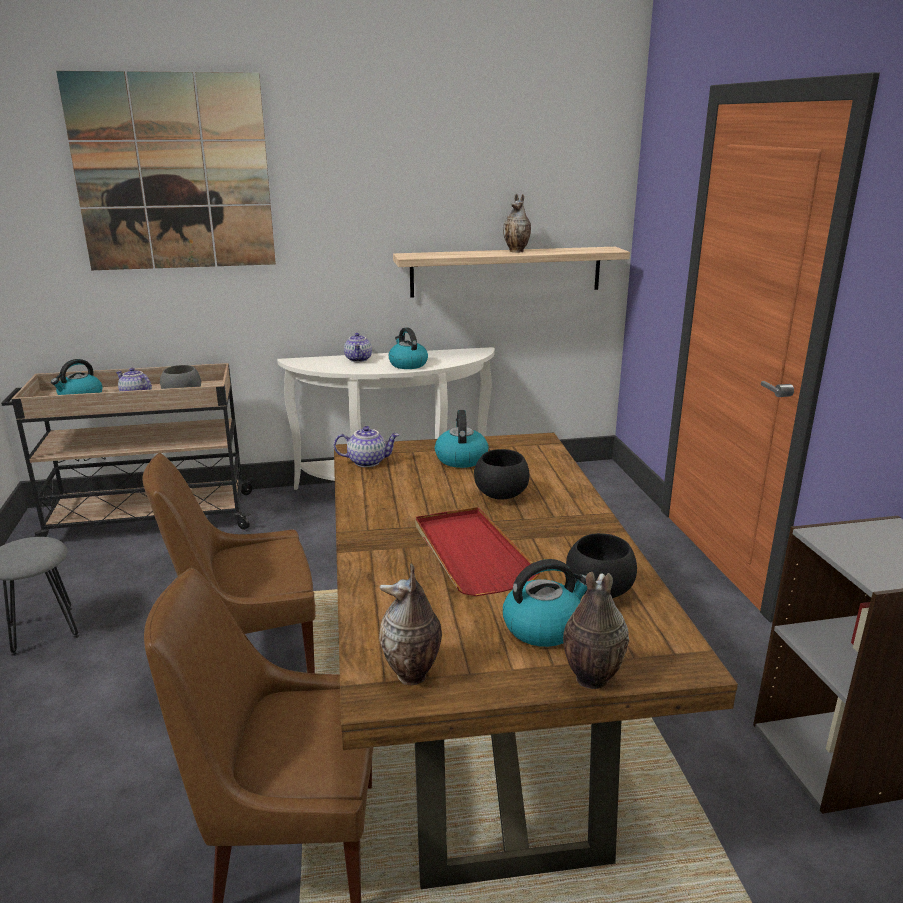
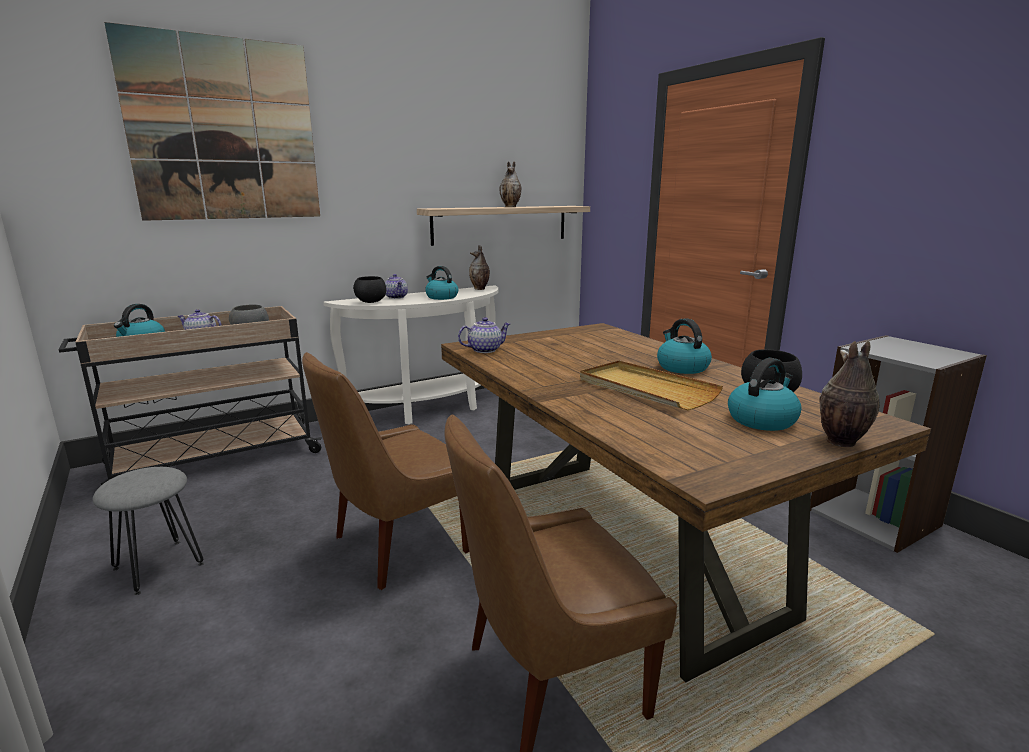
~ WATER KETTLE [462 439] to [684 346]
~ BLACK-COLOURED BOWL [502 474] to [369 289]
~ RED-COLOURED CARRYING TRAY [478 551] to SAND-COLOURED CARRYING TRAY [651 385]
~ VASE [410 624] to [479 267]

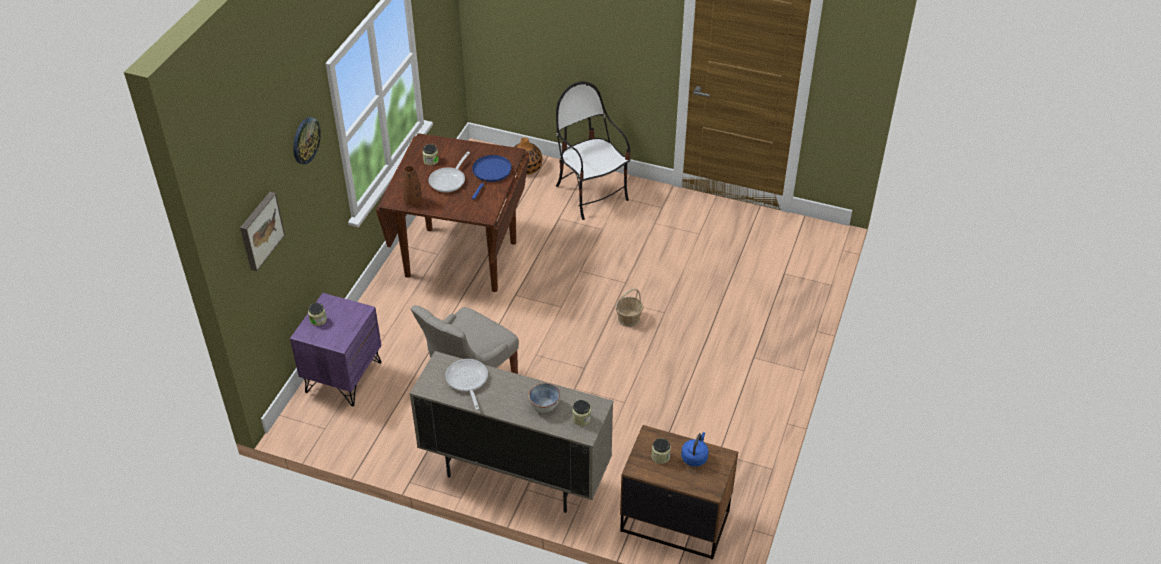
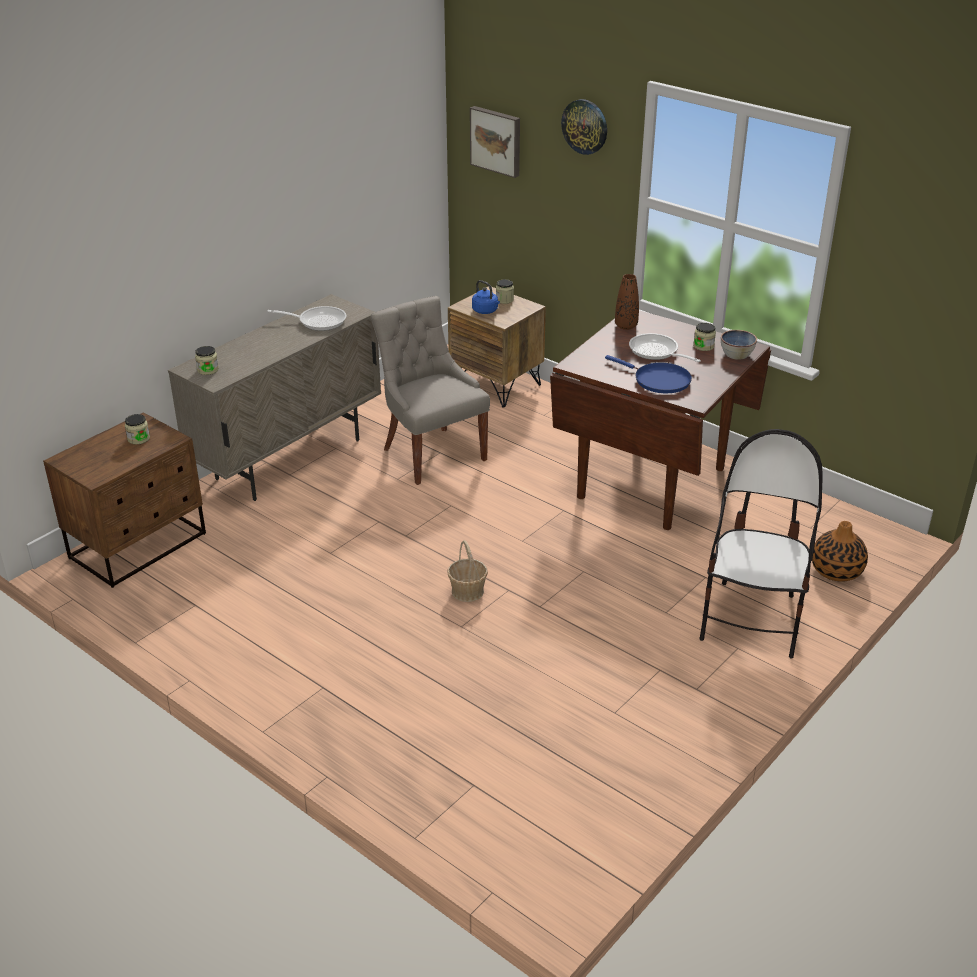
~ UPRIGHT CHAIR [593 150] = [761 543] 60 degrees counterclockwise
~ PURPLISH NIGHT TABLE [336 349] to BROWNISH NIGHT TABLE [497 347]
~ BOWL [544 398] to [739 345]
~ BLUE WATER KETTLE [695 449] to [486 297]

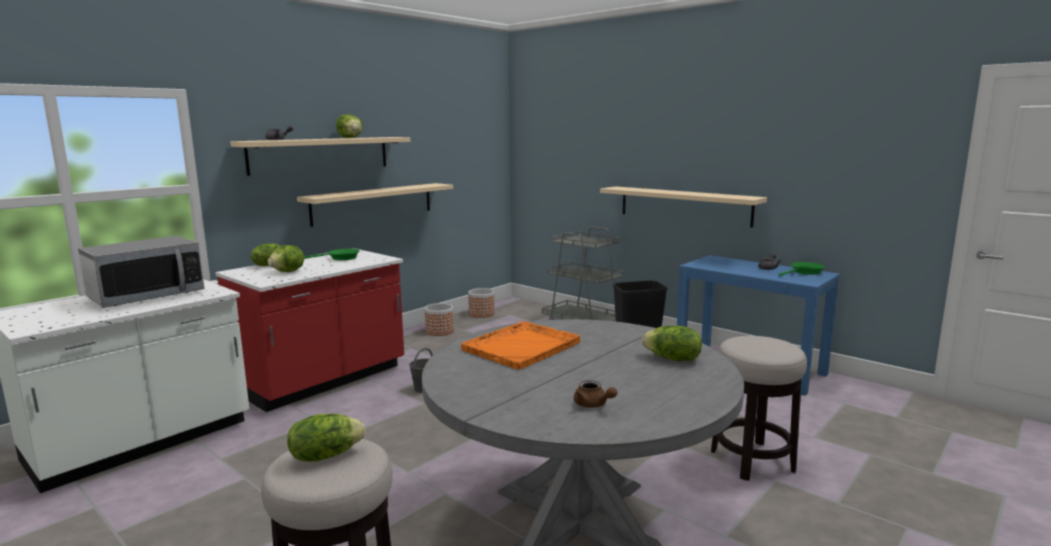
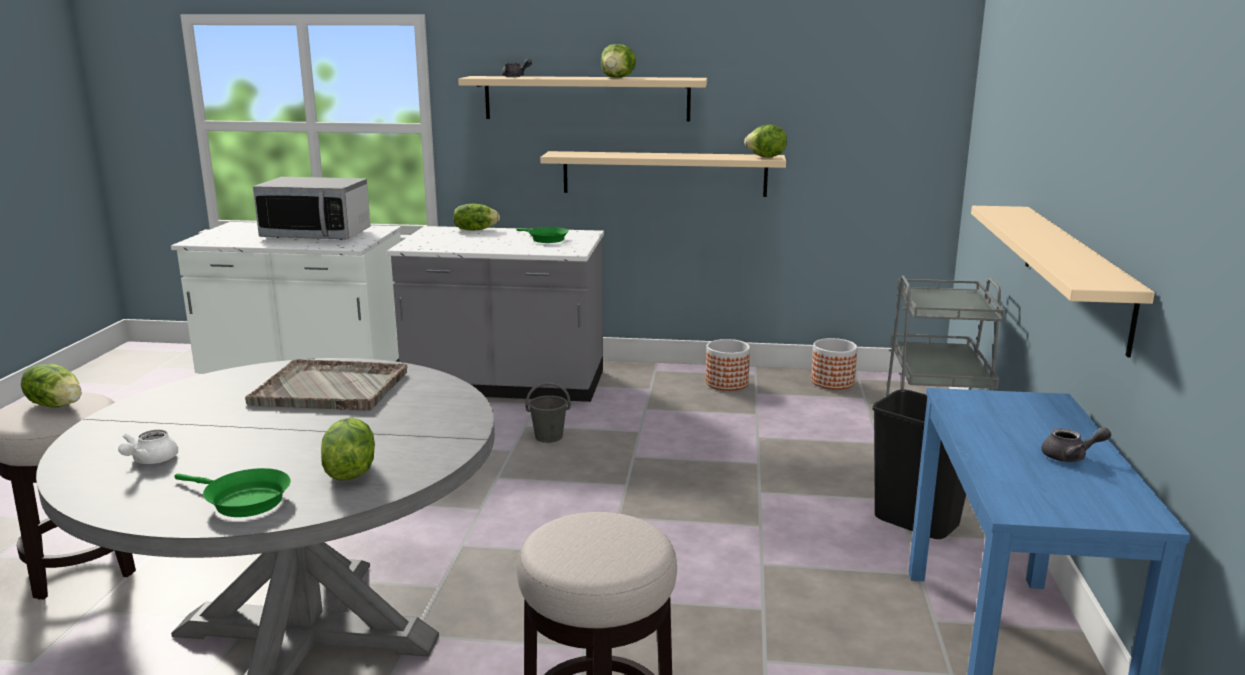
~ LETTUCE HEAD [286 258] to [765 141]
~ RED-COLOURED COUNTER [310 330] to GREY COUNTER [495 314]
~ GREEN-COLOURED FRYING PAN [802 269] to [232 492]
~ ORANGE-COLOURED CARRYING TRAY [520 345] to GREY CARRYING TRAY [326 384]
~ BROWNISH TEAPOT [596 394] to WHITE TEAPOT [148 446]

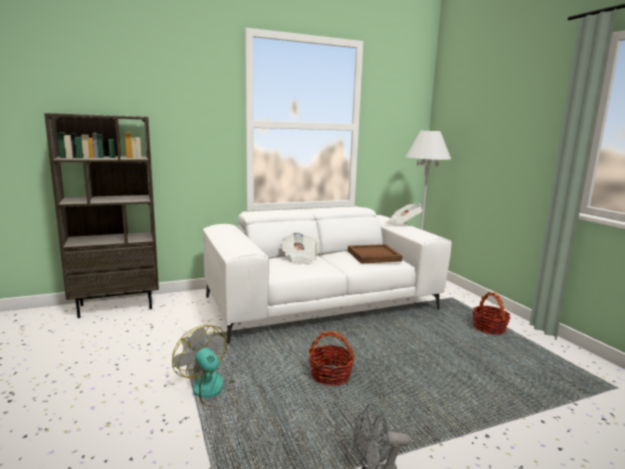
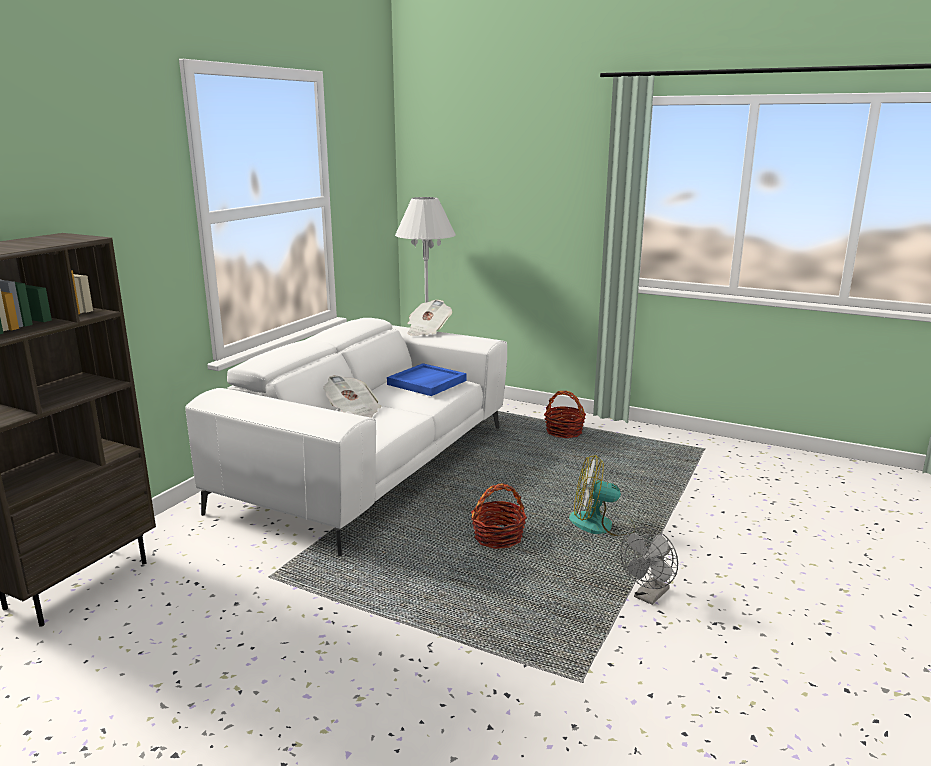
~ BROWNISH CARRYING TRAY [375 254] to BLUE CARRYING TRAY [426 379]
~ COOLING FAN [208 366] to [602 495]

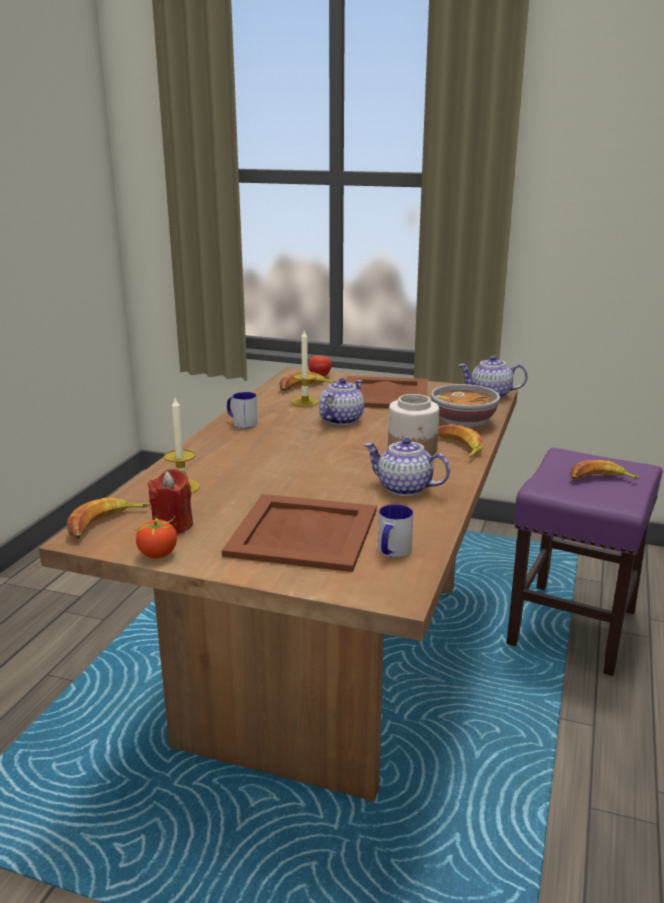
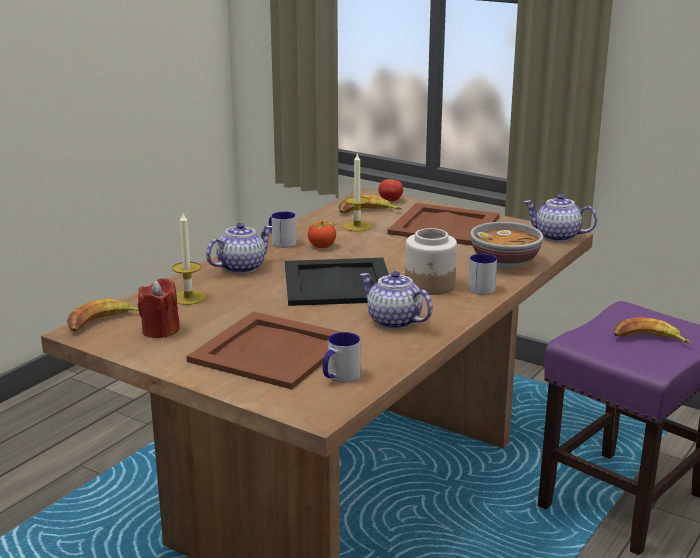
~ TEAPOT [341 401] to [239 248]
~ BANANA FRUIT [460 441] to COFFEE MUG [482 274]
~ FRESH TOMATO [156 537] to [322 234]
+ BLACK-COLOURED CARRYING TRAY [337 282]

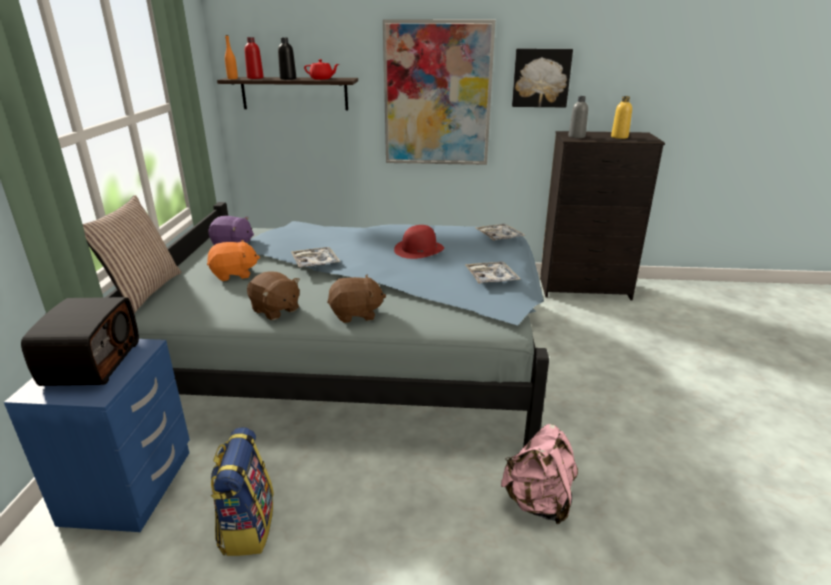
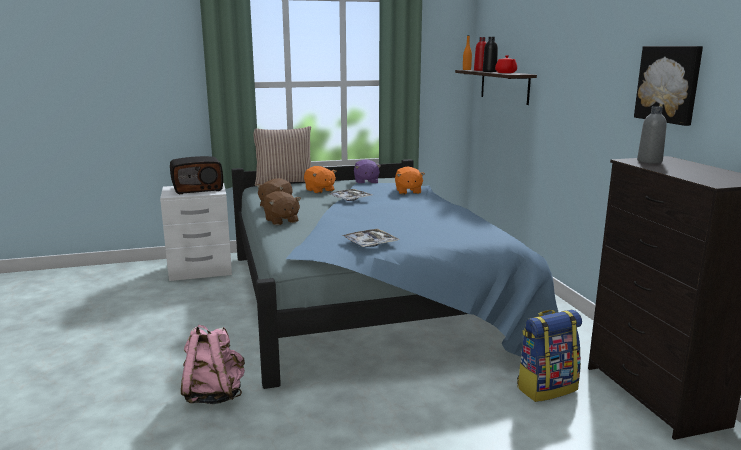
- PICTURE [439 92]
- YELLOW DRINK BOTTLE [621 117]
- CARRYING TRAY [501 232]
- RED-COLOURED WEARABLE HAT [419 242]
~ BLUE NIGHT TABLE [97 435] to WHITE NIGHT TABLE [196 232]
~ KNAPSACK [242 491] to [549 356]
+ ORANGE-COLOURED PLUSH TOY [410 180]

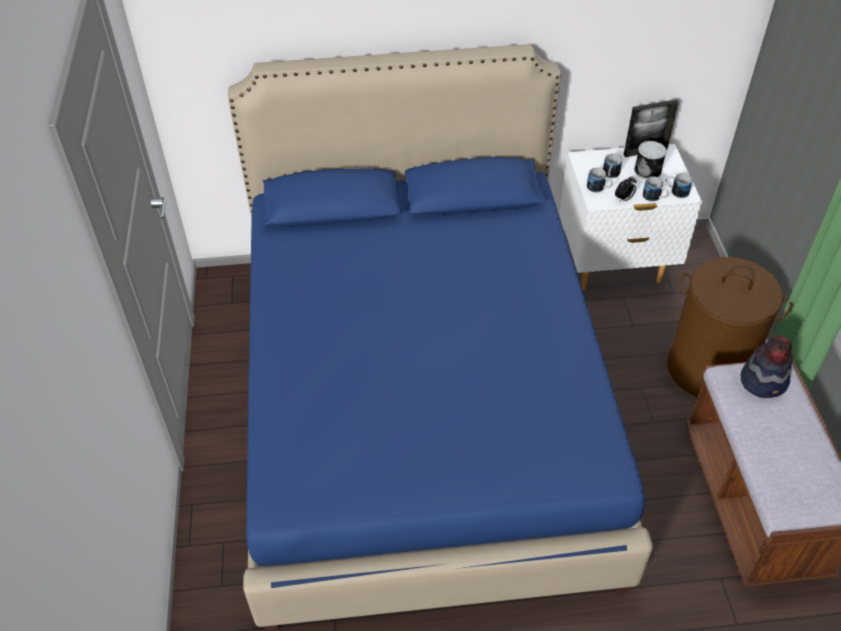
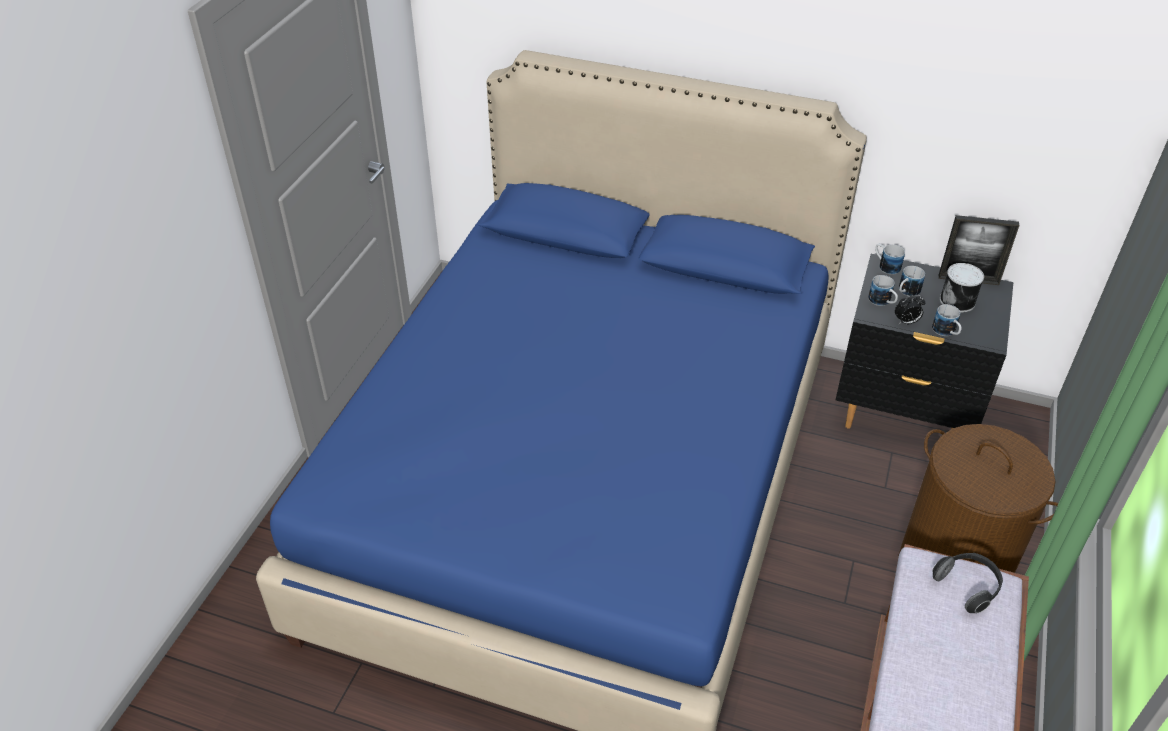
~ WHITE NIGHT TABLE [630 217] to BLACK-COLOURED NIGHT TABLE [924 341]
~ COFFEE MUG [679 185] to [890 259]
~ WEARABLE HAT [767 366] to HEADPHONES [967 583]

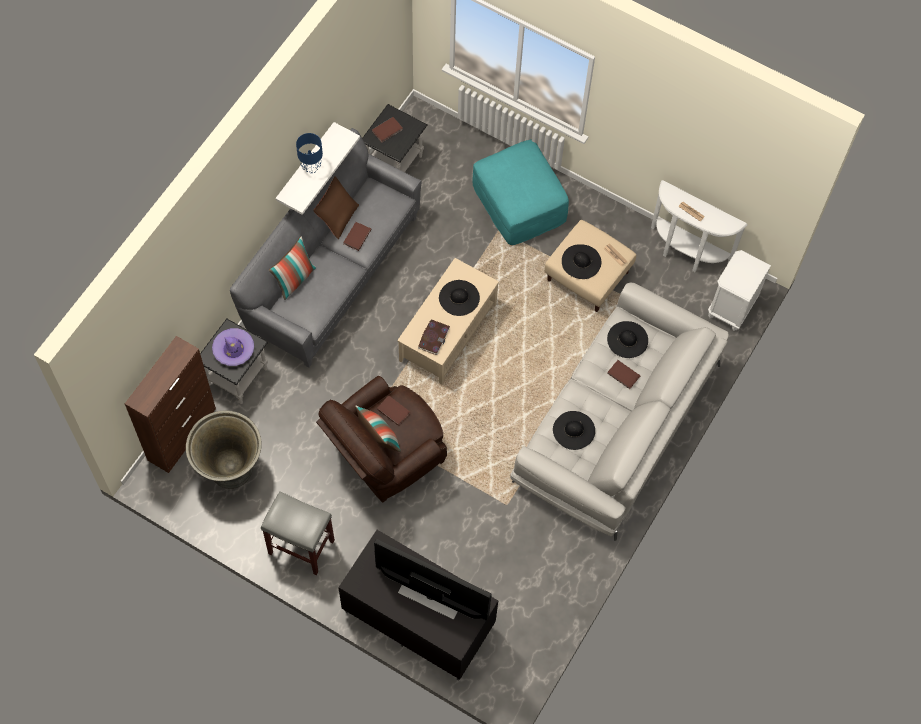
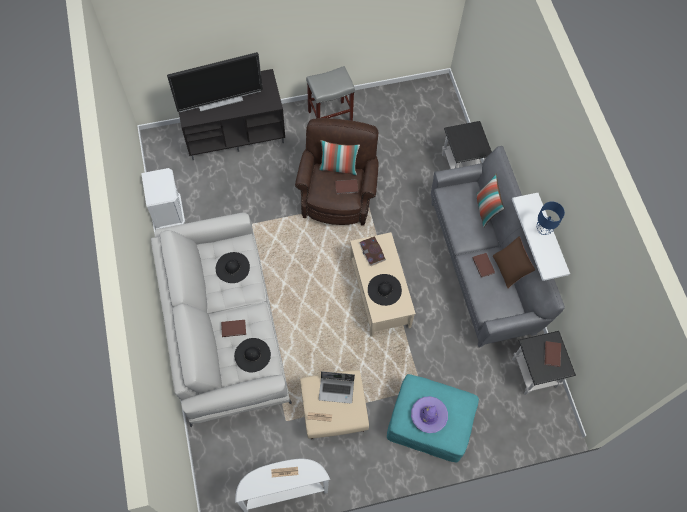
~ BLACK-COLOURED WEARABLE HAT [581 261] to PORTABLE COMPUTER [337 387]
~ WHITE NIGHT TABLE [739 290] to [163 198]
~ PURPLISH WEARABLE HAT [233 347] to [429 414]
- BROWNISH CUPBOARD [170 404]
- GREY PLANT POT [224 450]

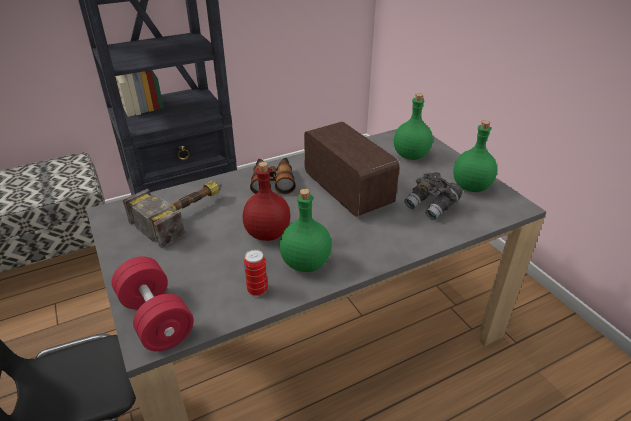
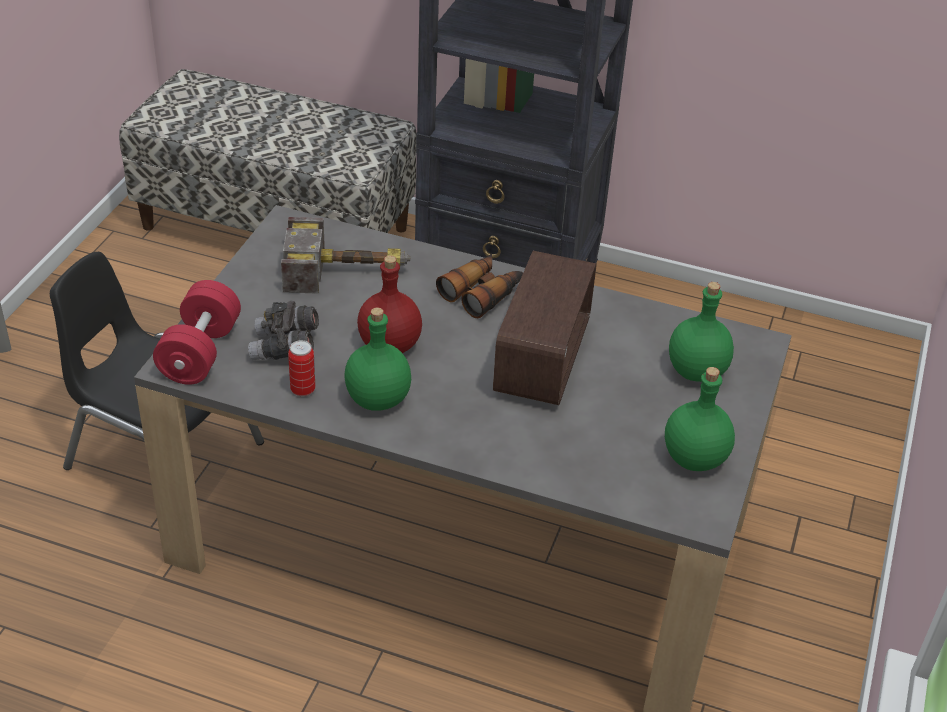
~ GREY FIELD GLASSES [433 196] to [283 330]

